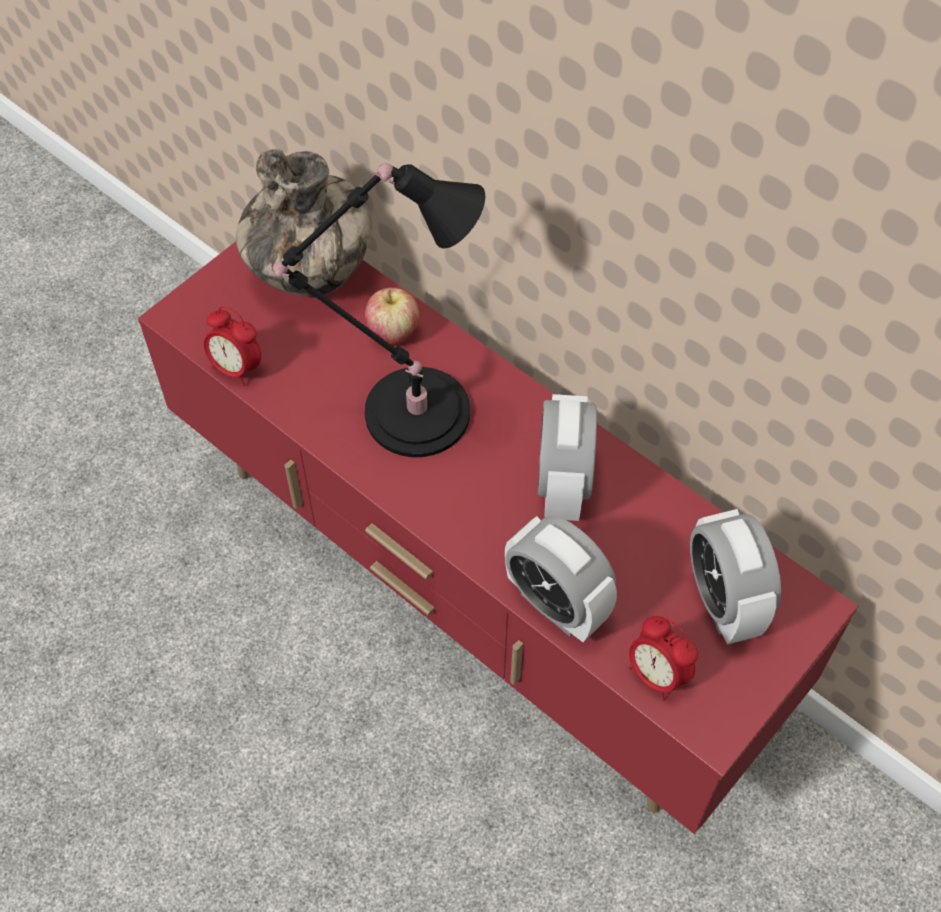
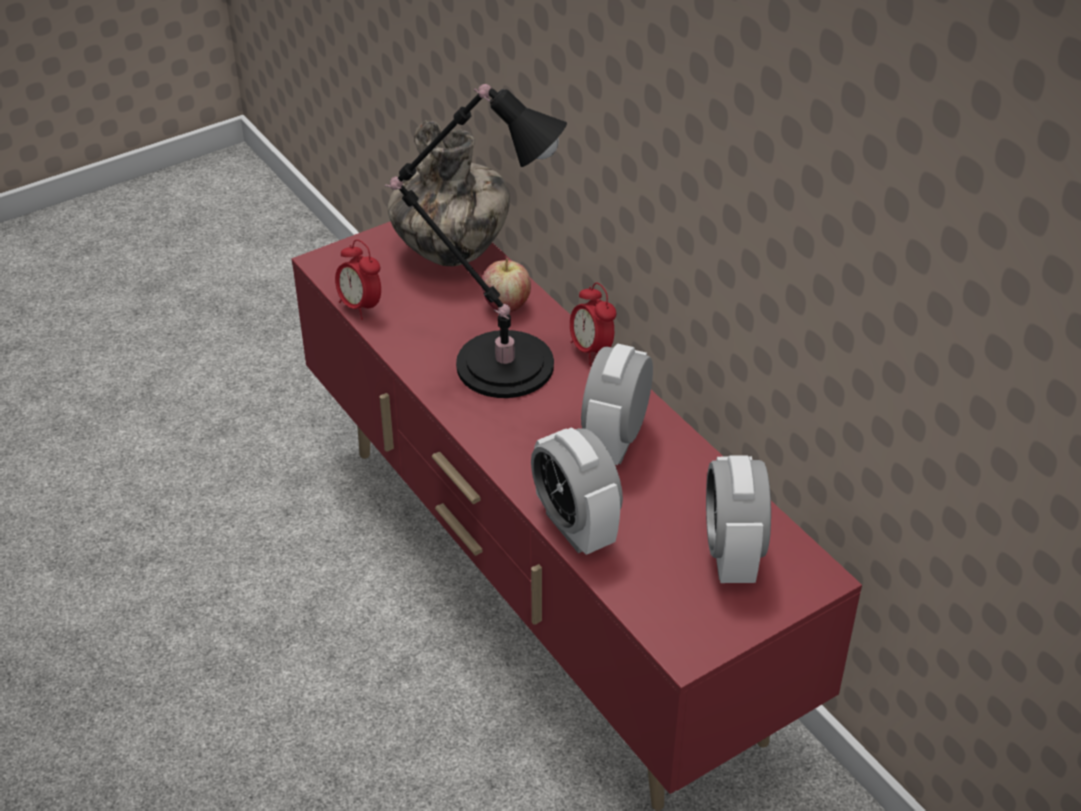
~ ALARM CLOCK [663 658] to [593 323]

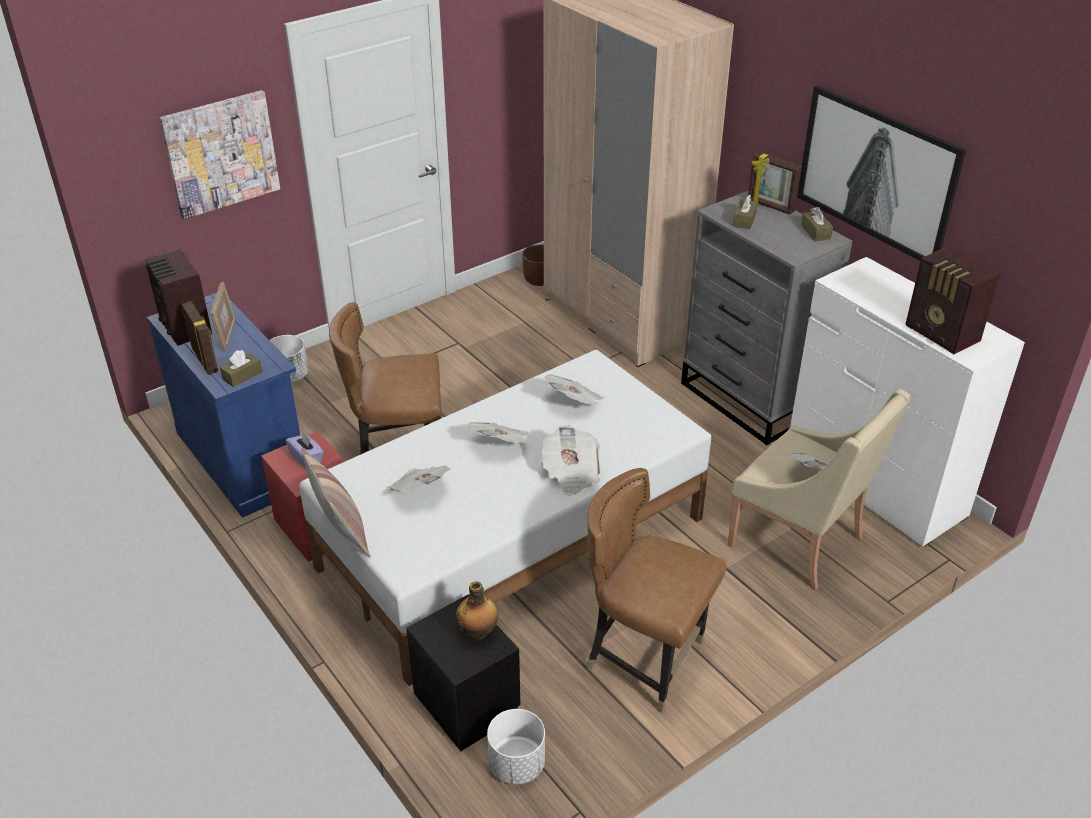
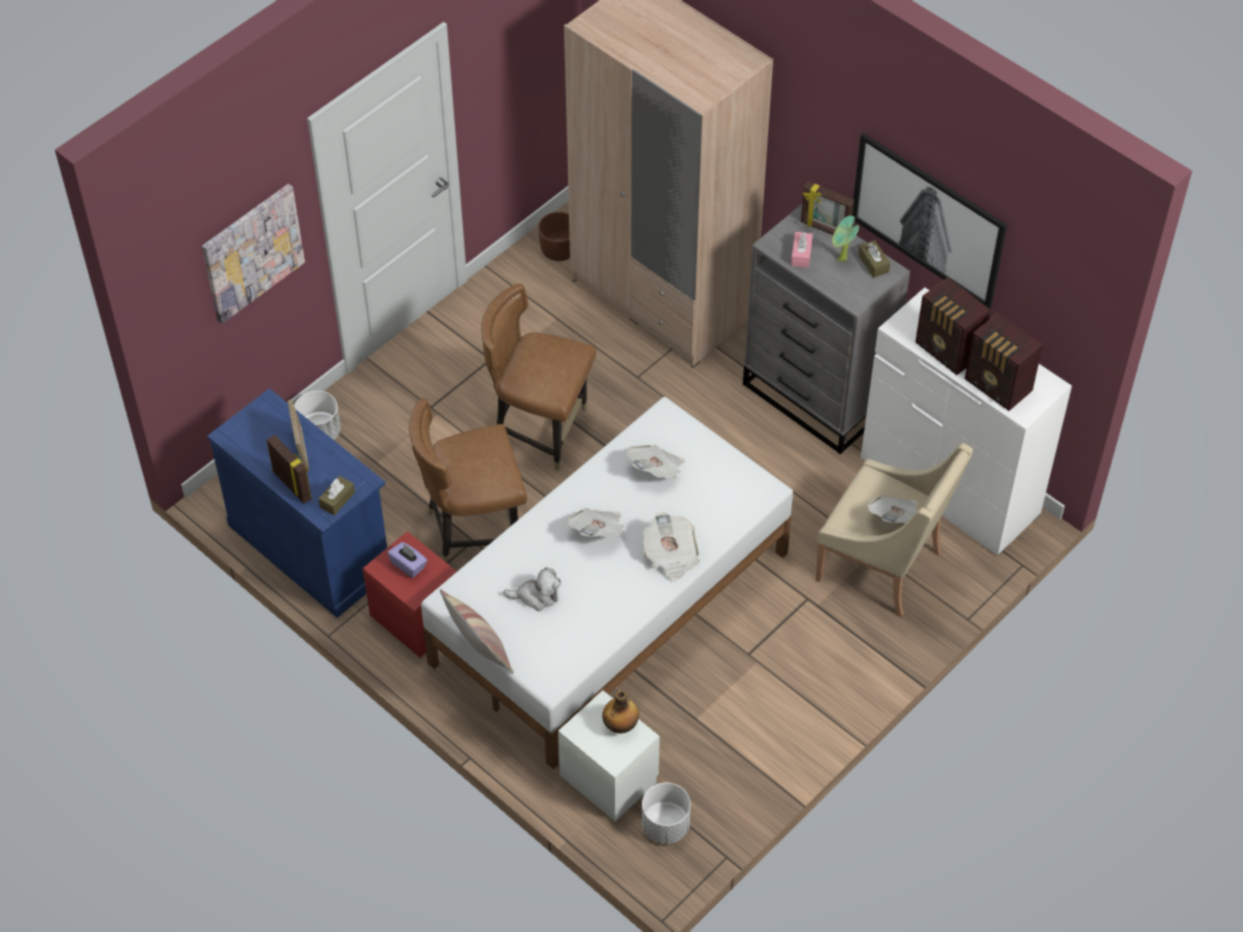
~ BROWNISH TISSUE BOX [745 212] to PINK TISSUE BOX [802 250]
~ RADIO SET [178 297] to [953 326]
~ PRINTED PAPER [419 480] to PLUSH TOY [532 589]
~ BROWNISH UPRIGHT CHAIR [657 590] to [538 377]
~ BLACK-COLOURED NIGHT TABLE [463 672] to WHITE NIGHT TABLE [609 755]
+ HOUSEPLANT [845 238]

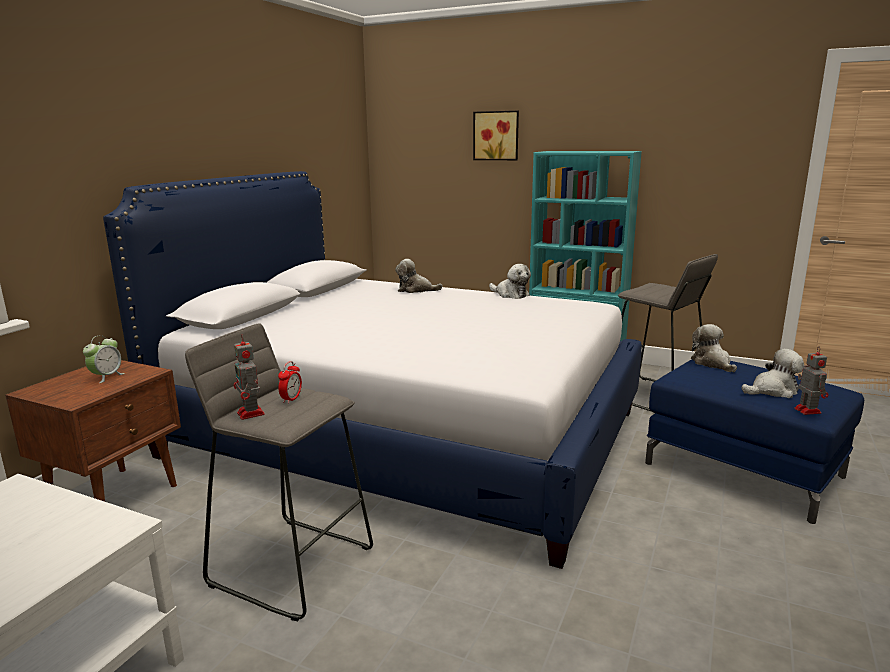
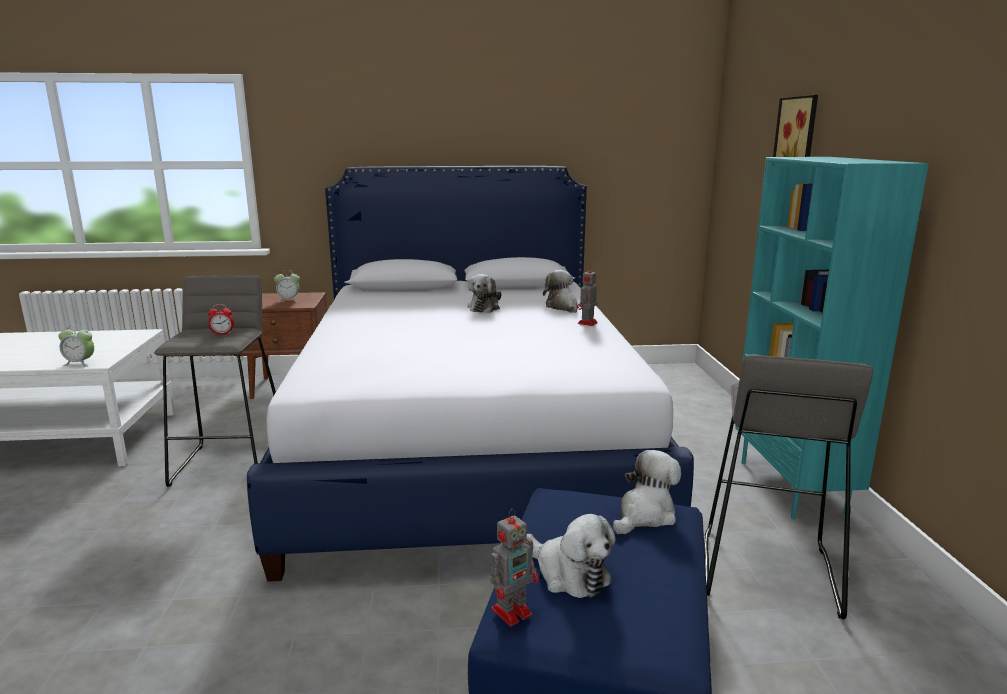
~ PLUSH TOY [510 281] to [484 293]
~ ROBOT FIGURE [249 377] to [587 296]
+ ALARM CLOCK [76 346]

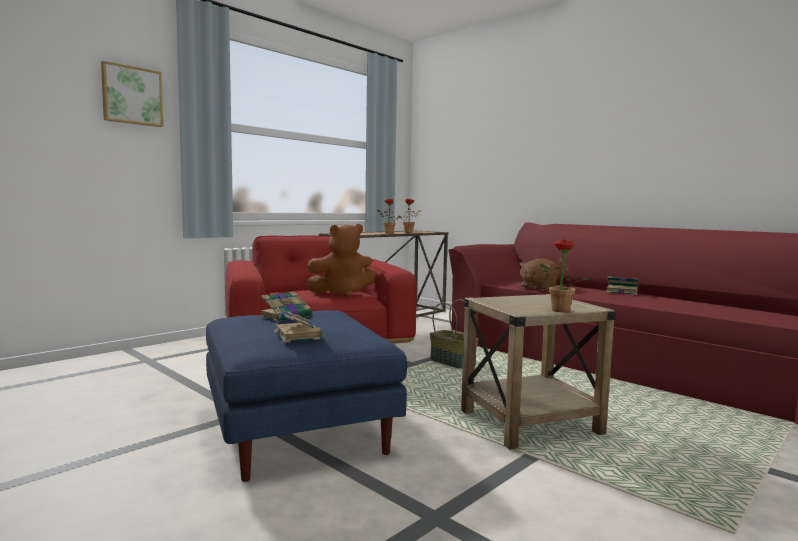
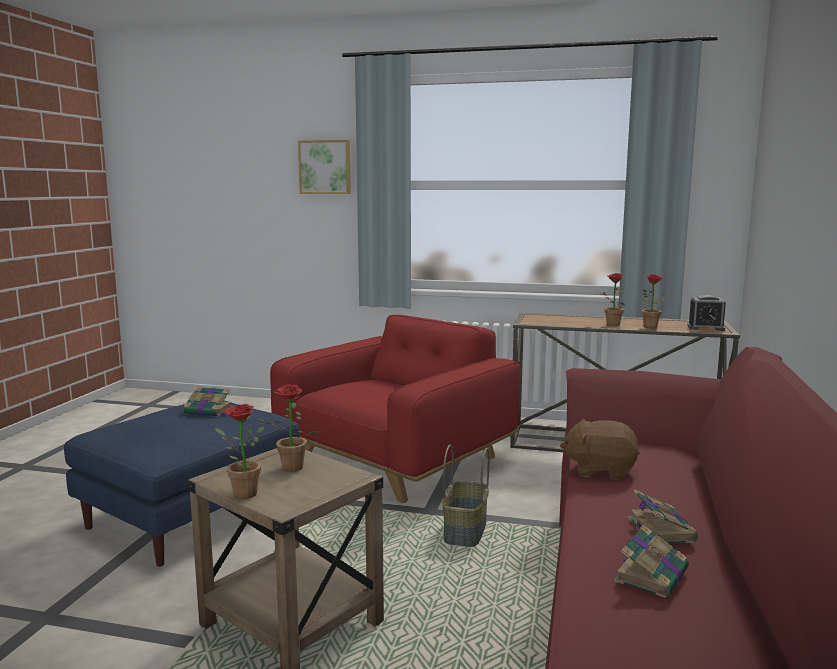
- BROWNISH PLUSH TOY [341 260]
~ BOUND BOOK [298 324] to [651 561]
+ ALARM CLOCK [706 313]
+ HOUSEPLANT [288 428]

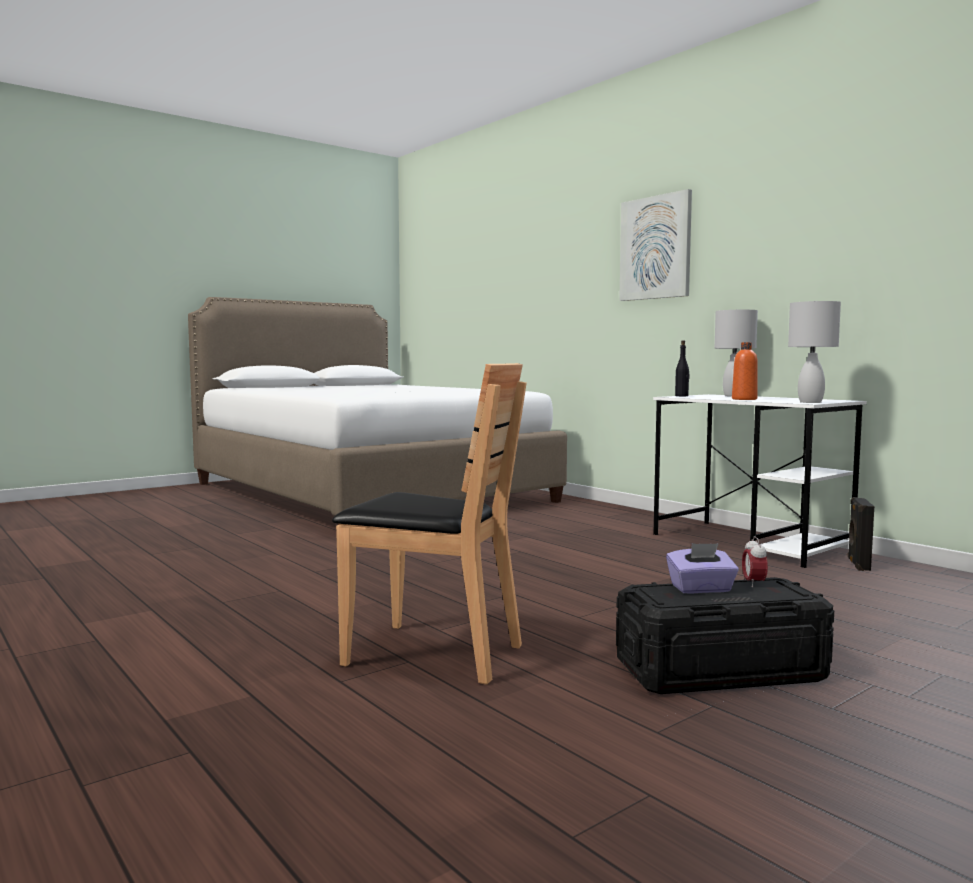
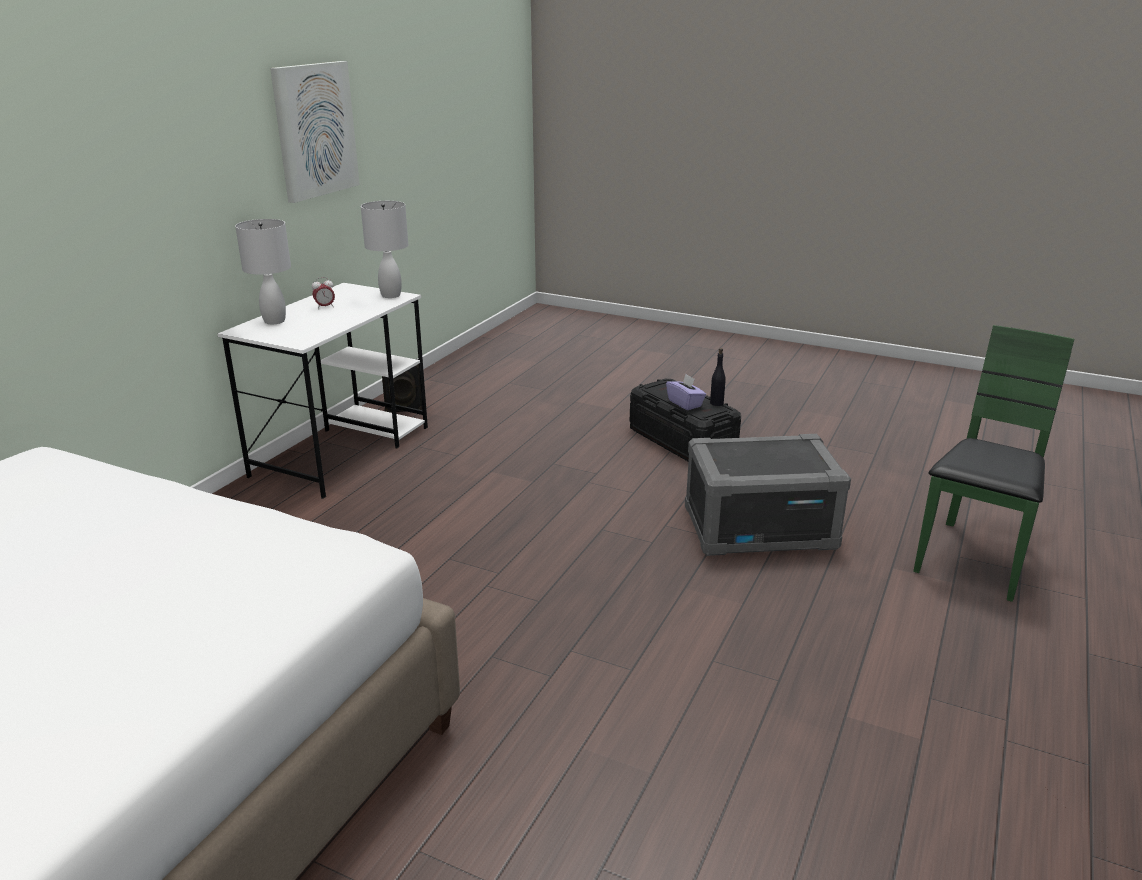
~ PICTURE [655 245] to [315 132]
~ BLACK-COLOURED DRINK BOTTLE [682 368] to [718 377]
- ORANGE-COLOURED DRINK BOTTLE [745 371]
~ BROWNISH UPRIGHT CHAIR [429 523] to GREY STORAGE BIN [768 495]
~ ALARM CLOCK [755 561] to [323 292]
+ GREEN-COLOURED UPRIGHT CHAIR [994 463]

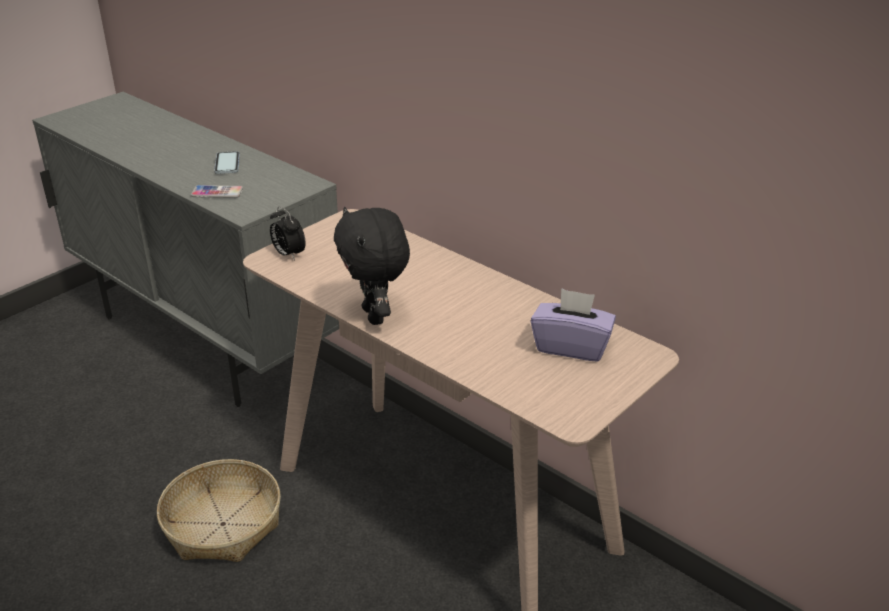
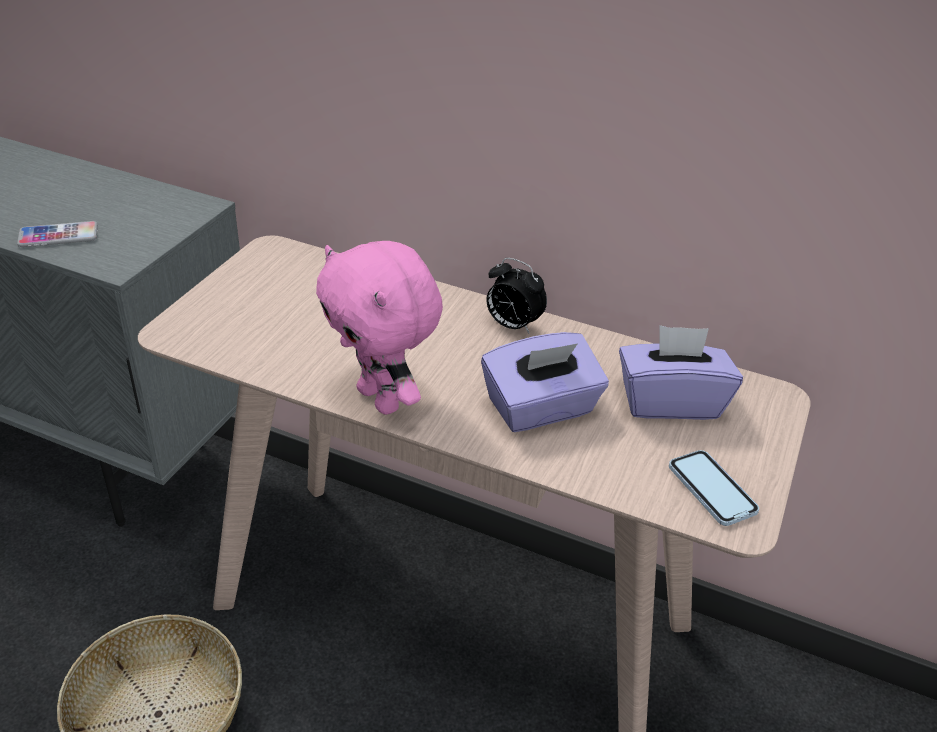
~ TELEPHONE [227 162] to [714 488]
~ ALARM CLOCK [288 233] to [517 296]
~ BLACK-COLOURED PLUSH TOY [372 266] to PINK PLUSH TOY [379 328]
+ PURPLISH TISSUE BOX [545 382]

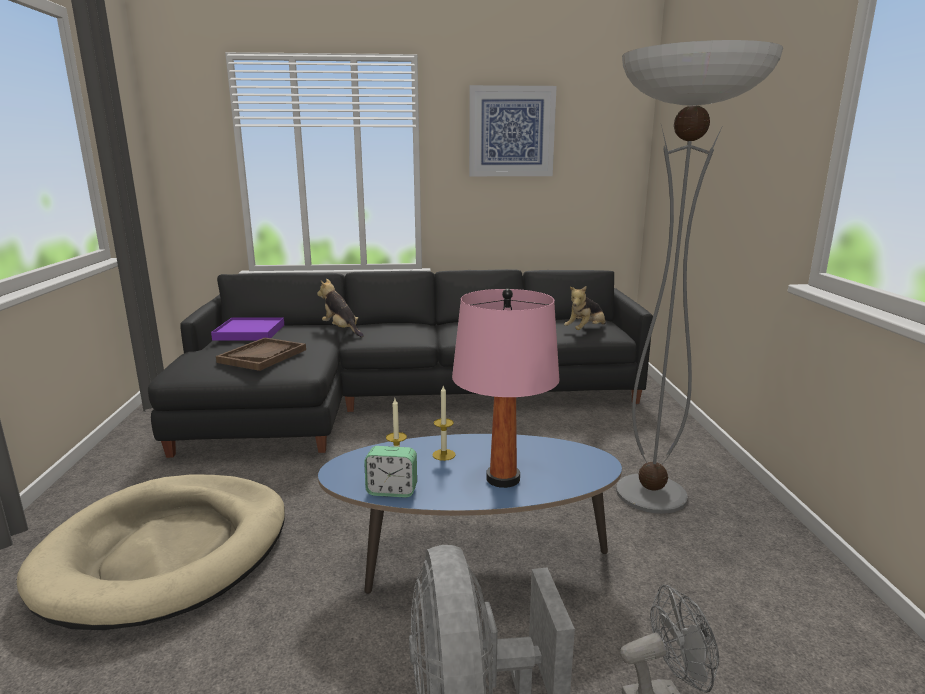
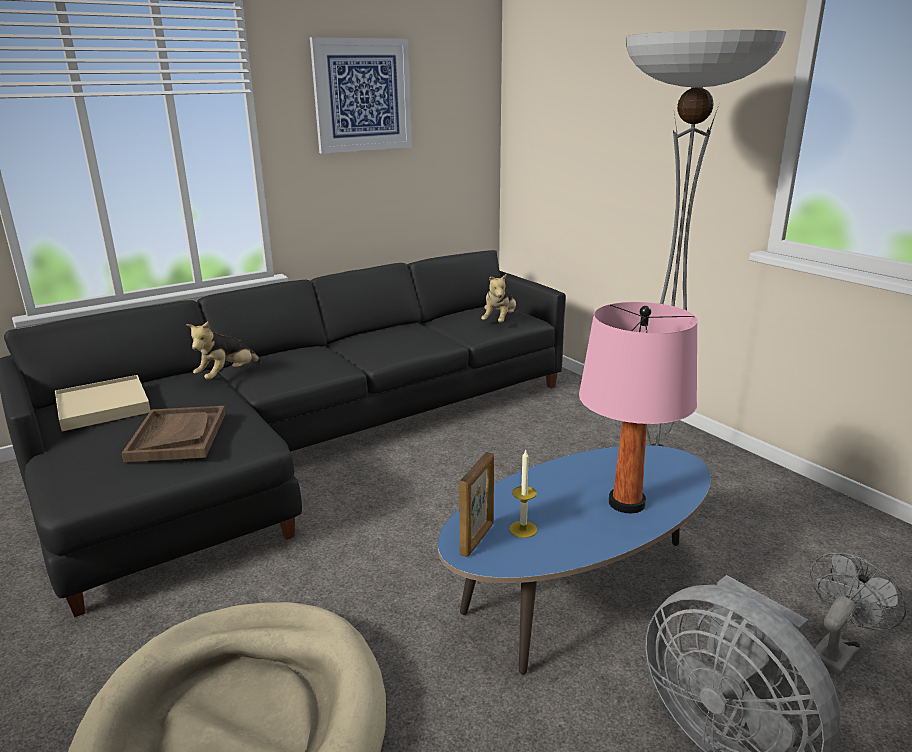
~ PLUSH TOY [340 308] = [223 351] 75 degrees counterclockwise
~ PURPLISH CARRYING TRAY [247 329] to SAND-COLOURED CARRYING TRAY [103 403]
- WAX CANDLE [444 423]
- ALARM CLOCK [390 472]
+ STANDING FRAME [476 504]

